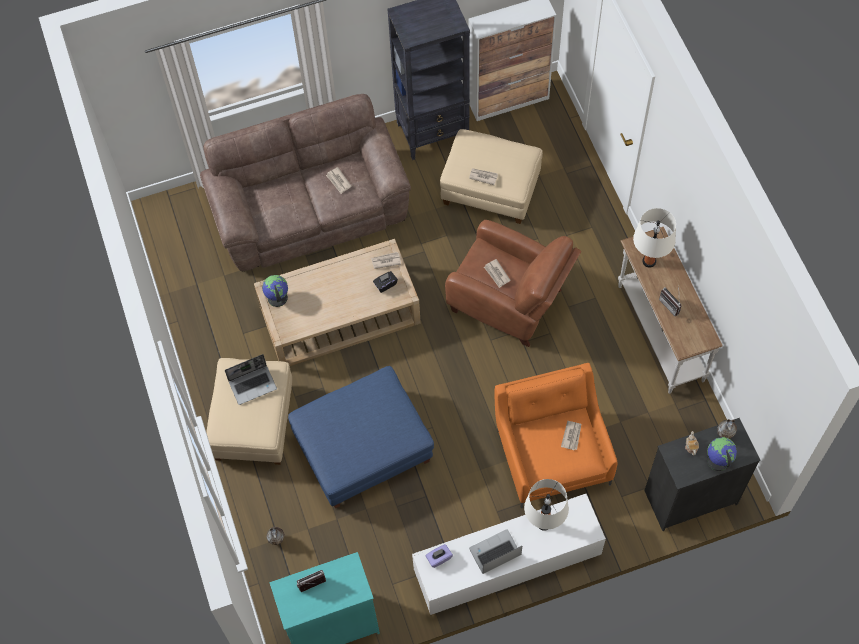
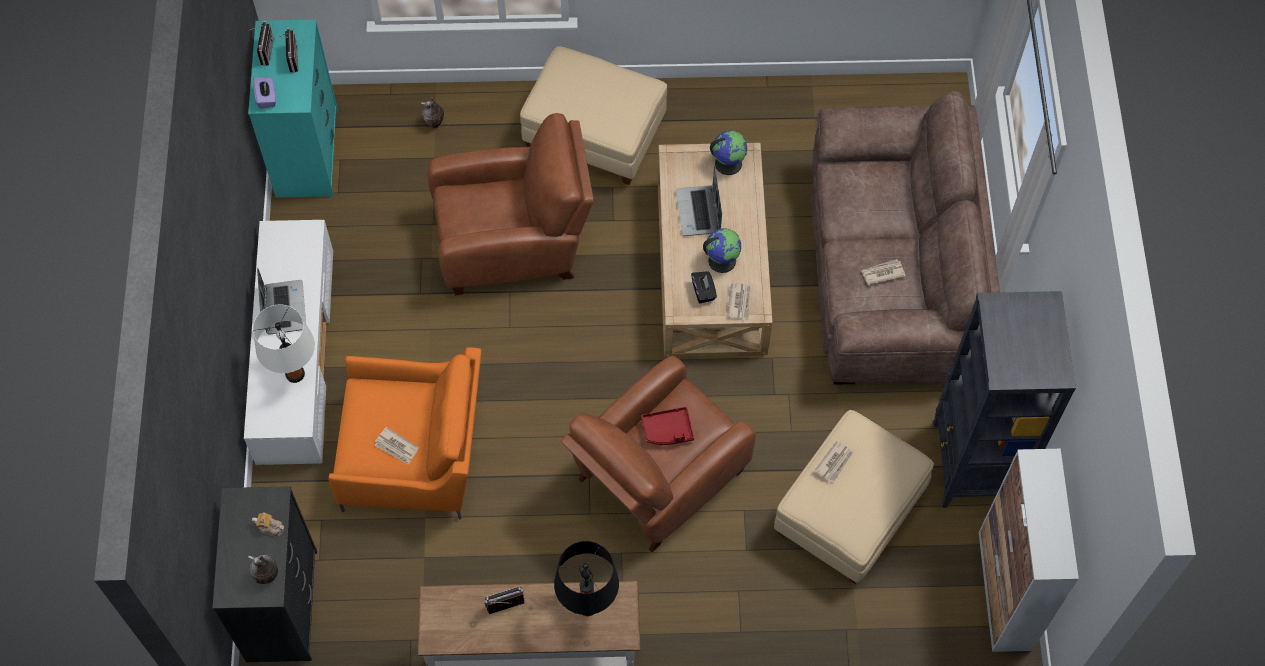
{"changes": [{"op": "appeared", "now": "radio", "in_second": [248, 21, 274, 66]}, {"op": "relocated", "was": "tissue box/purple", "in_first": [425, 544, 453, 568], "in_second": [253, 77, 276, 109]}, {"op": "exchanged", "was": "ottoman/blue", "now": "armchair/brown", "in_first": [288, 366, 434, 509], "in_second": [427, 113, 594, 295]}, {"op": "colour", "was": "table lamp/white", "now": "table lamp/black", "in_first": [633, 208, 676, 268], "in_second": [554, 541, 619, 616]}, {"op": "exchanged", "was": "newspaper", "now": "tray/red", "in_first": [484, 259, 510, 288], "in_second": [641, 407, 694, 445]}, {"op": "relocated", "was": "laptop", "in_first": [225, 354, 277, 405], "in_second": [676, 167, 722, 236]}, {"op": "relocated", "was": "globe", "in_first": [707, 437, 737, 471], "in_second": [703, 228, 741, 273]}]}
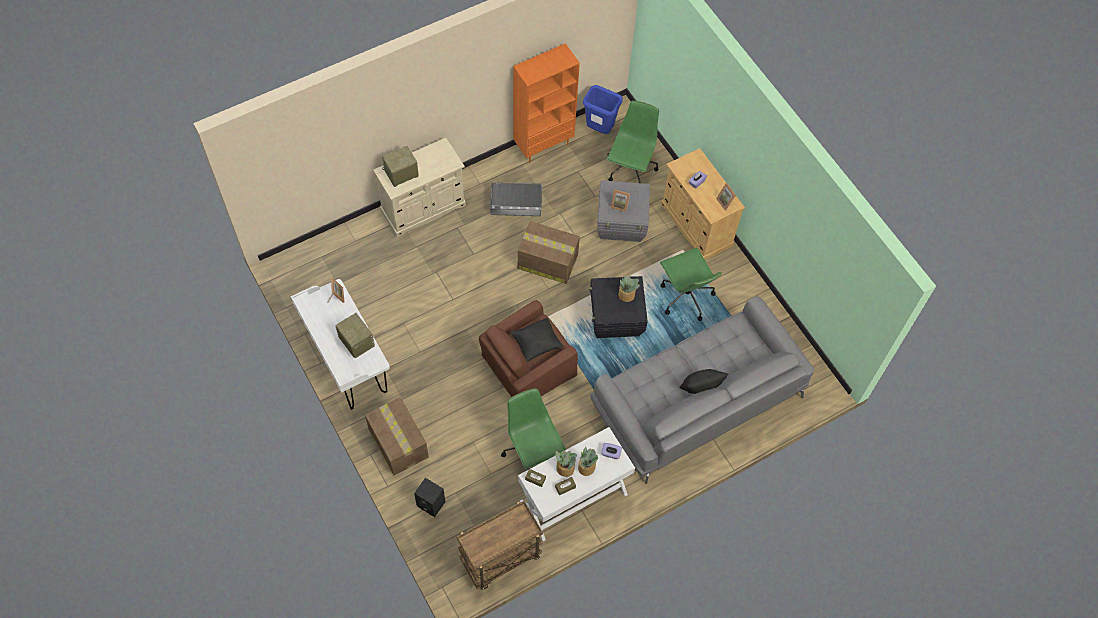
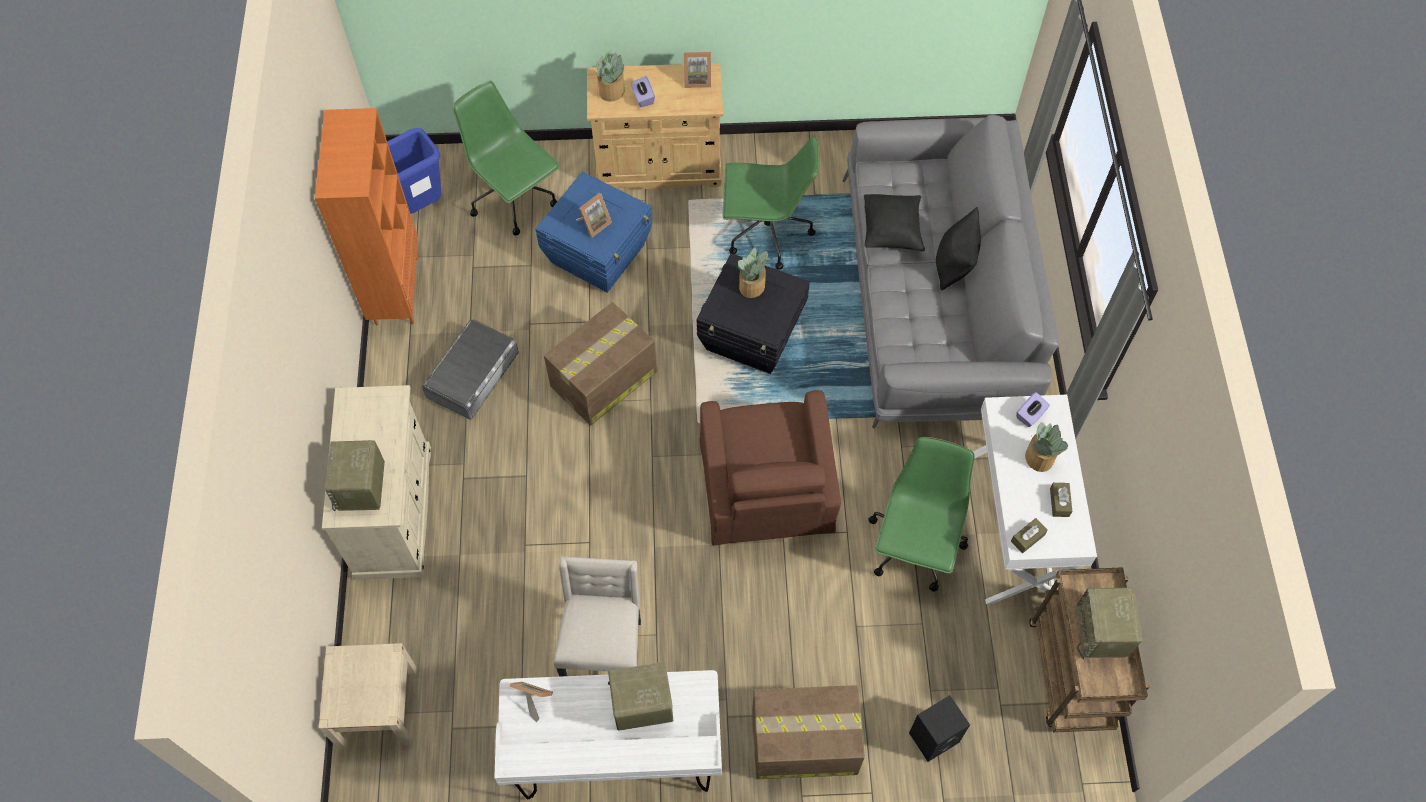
{"changes": [{"op": "appeared", "now": "nightstand/beige", "in_second": [319, 643, 416, 748]}, {"op": "colour", "was": "storage box/grey", "now": "storage box/blue", "in_first": [597, 180, 650, 242], "in_second": [535, 171, 652, 293]}, {"op": "appeared", "now": "chair/beige", "in_second": [554, 557, 641, 677]}, {"op": "relocated", "was": "potted plant", "in_first": [555, 451, 577, 477], "in_second": [592, 50, 625, 102]}, {"op": "relocated", "was": "pillow/black", "in_first": [511, 318, 563, 363], "in_second": [864, 194, 925, 251]}, {"op": "spun", "was": "office chair/green", "in_first": [501, 388, 566, 470], "in_second": [868, 437, 975, 591], "clockwise": 105}, {"op": "appeared", "now": "radio", "in_second": [1075, 587, 1142, 659]}]}
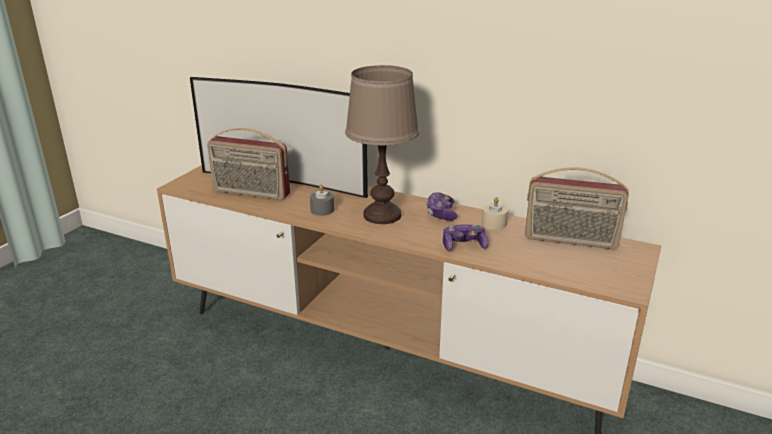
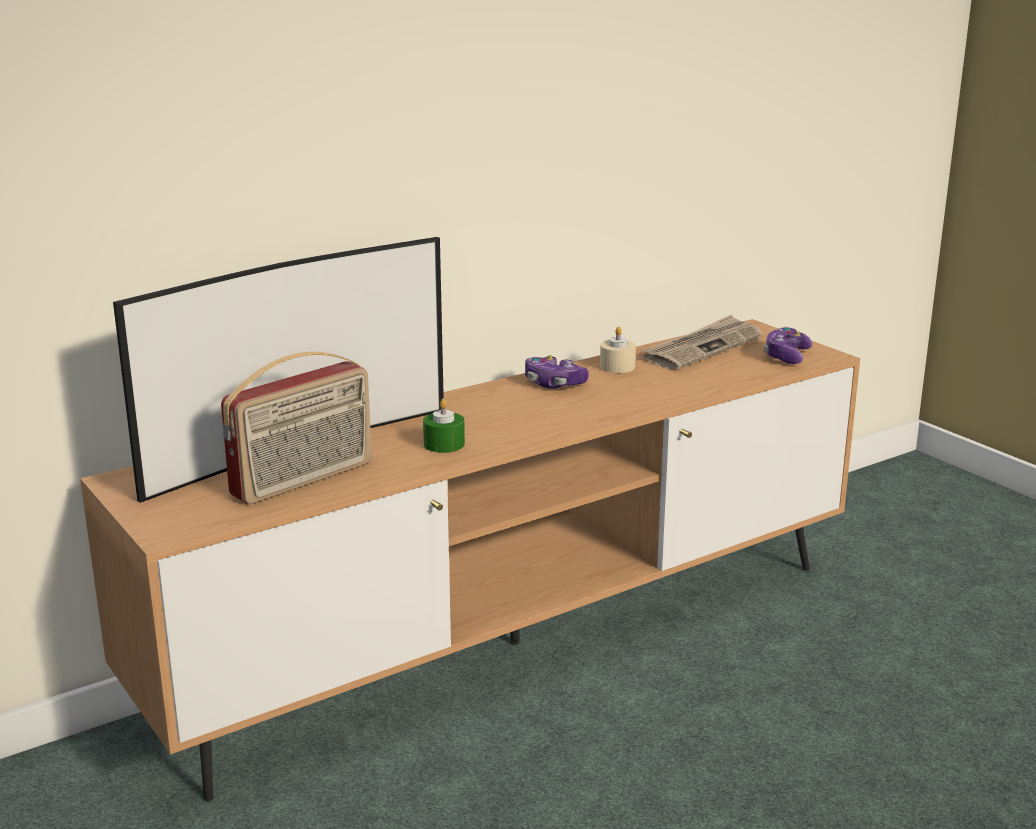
{"changes": [{"op": "colour", "was": "candle/grey", "now": "candle/green", "in_first": [310, 184, 334, 216], "in_second": [423, 399, 465, 453]}, {"op": "exchanged", "was": "radio", "now": "newspaper", "in_first": [525, 167, 629, 249], "in_second": [641, 315, 762, 370]}, {"op": "relocated", "was": "game controller", "in_first": [443, 224, 489, 251], "in_second": [764, 327, 813, 364]}, {"op": "missing", "was": "table lamp/brown", "in_first": [345, 65, 419, 224]}]}
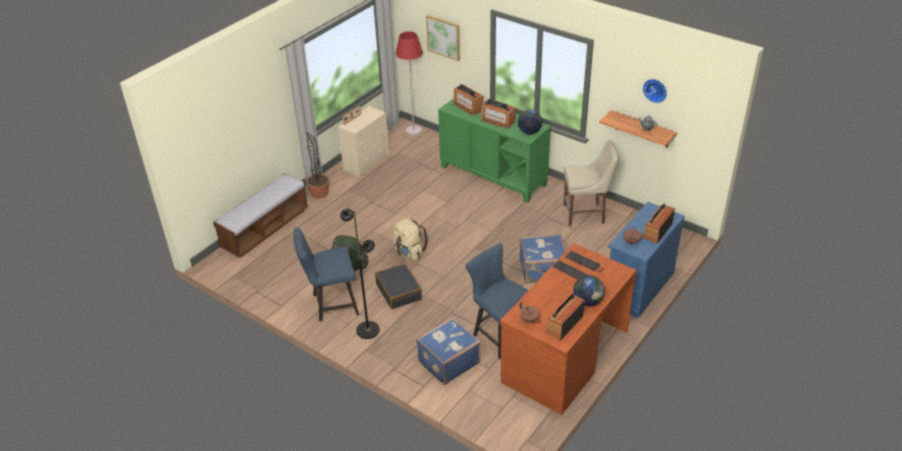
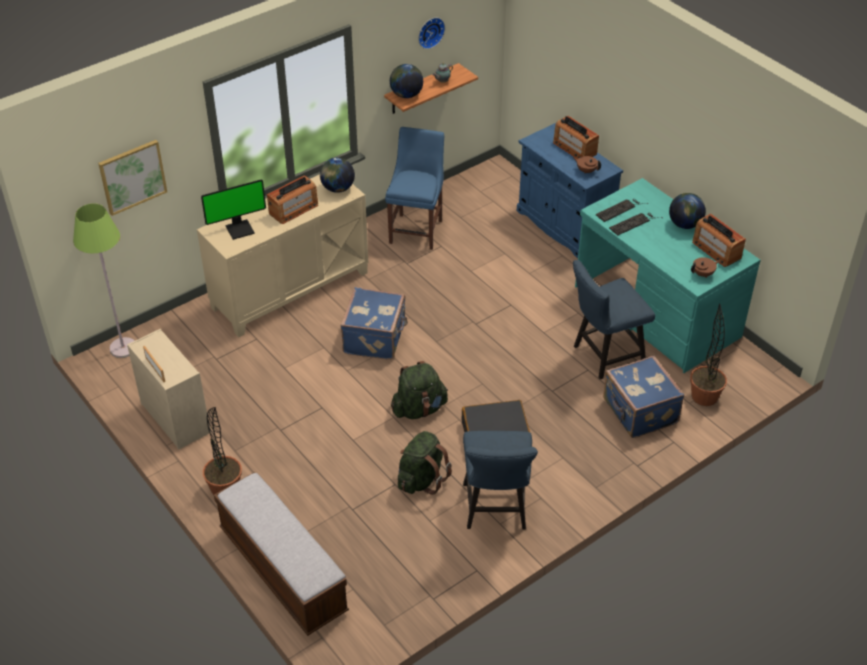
{"changes": [{"op": "colour", "was": "floor lamp/red", "now": "floor lamp/green", "in_first": [396, 31, 423, 135], "in_second": [73, 203, 134, 358]}, {"op": "colour", "was": "cabinet/green", "now": "cabinet/beige", "in_first": [438, 99, 551, 203], "in_second": [197, 174, 368, 337]}, {"op": "exchanged", "was": "radio", "now": "monitor", "in_first": [453, 84, 484, 116], "in_second": [201, 179, 266, 240]}, {"op": "relocated", "was": "suitcase/blue", "in_first": [520, 234, 566, 284], "in_second": [341, 287, 408, 360]}, {"op": "colour", "was": "chair/beige", "now": "chair/blue", "in_first": [564, 140, 619, 226], "in_second": [385, 127, 444, 250]}, {"op": "appeared", "now": "globe", "in_second": [390, 64, 423, 98]}, {"op": "colour", "was": "backpack/beige", "now": "backpack/green", "in_first": [393, 219, 428, 261], "in_second": [391, 361, 448, 419]}, {"op": "colour", "was": "desk/brown", "now": "desk/turquoise", "in_first": [500, 243, 637, 415], "in_second": [575, 178, 761, 373]}, {"op": "appeared", "now": "potted plant", "in_second": [690, 303, 727, 406]}, {"op": "missing", "was": "floor lamp/black", "in_first": [340, 208, 380, 339]}]}
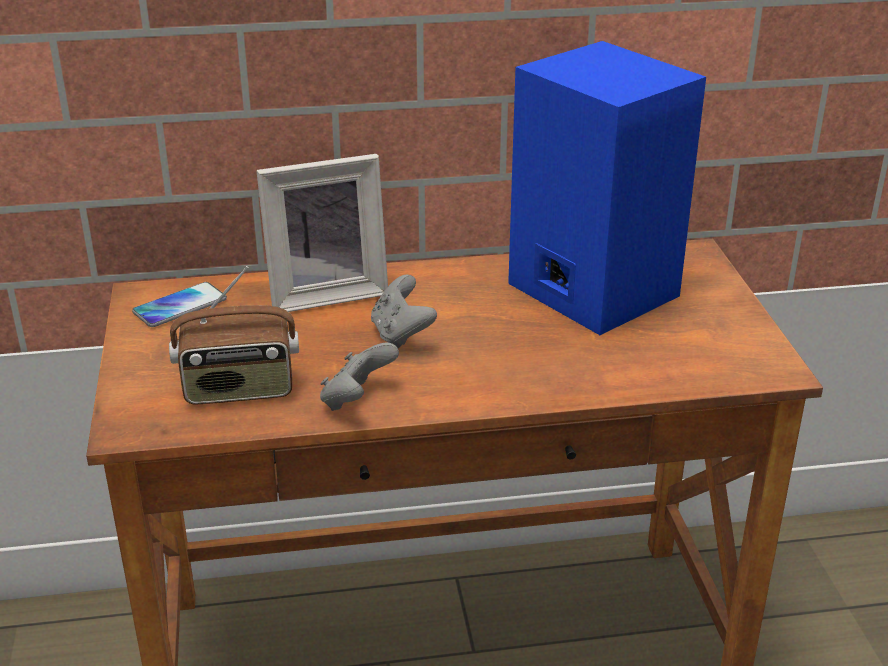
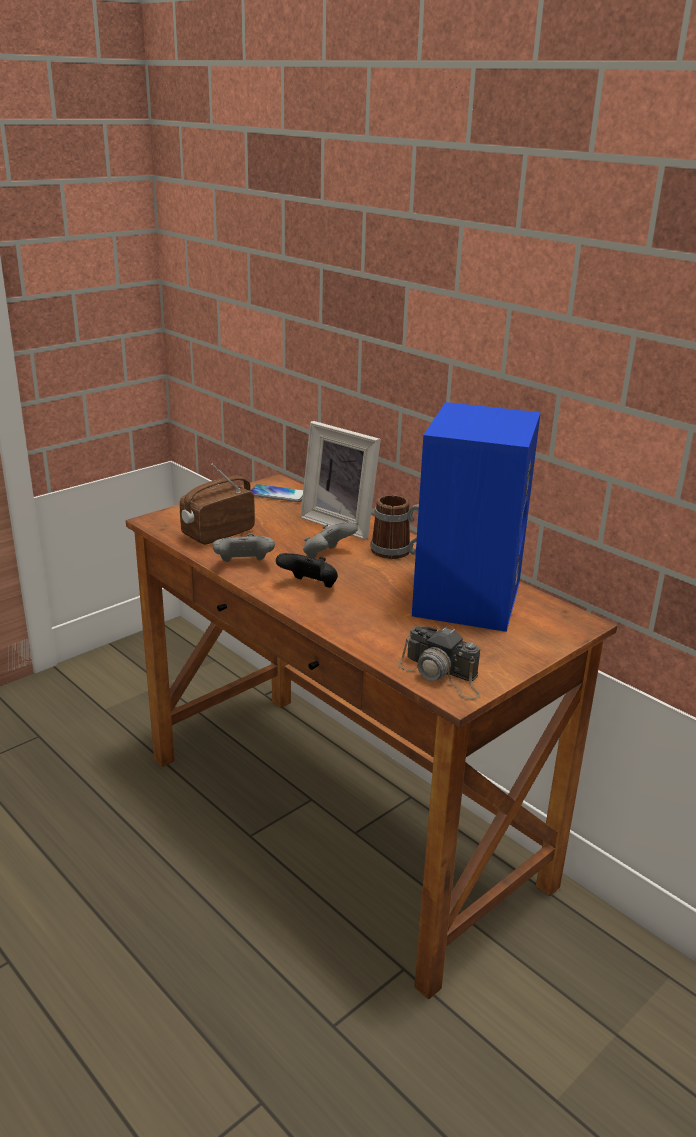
{"changes": [{"op": "spun", "was": "radio", "in_first": [169, 266, 299, 405], "in_second": [180, 463, 255, 545], "clockwise": 90}, {"op": "appeared", "now": "game controller/black", "in_second": [276, 553, 338, 588]}, {"op": "appeared", "now": "mug", "in_second": [370, 495, 419, 559]}, {"op": "appeared", "now": "photo camera", "in_second": [398, 626, 480, 700]}]}
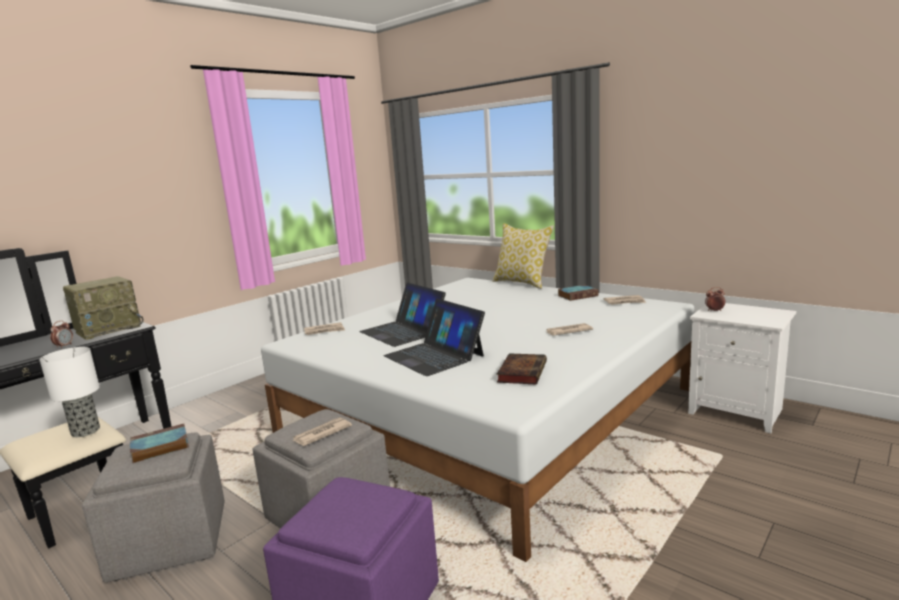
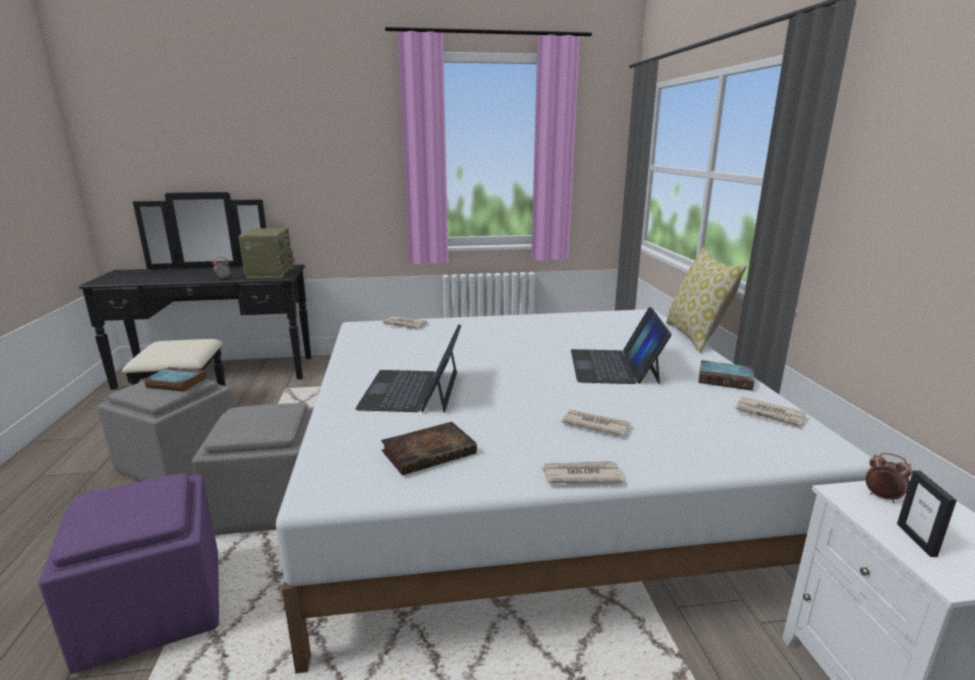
{"changes": [{"op": "spun", "was": "radio", "in_first": [63, 276, 144, 340], "in_second": [238, 228, 295, 279], "clockwise": -90}, {"op": "relocated", "was": "newspaper", "in_first": [292, 417, 352, 446], "in_second": [542, 461, 624, 483]}, {"op": "relocated", "was": "laptop", "in_first": [359, 282, 446, 347], "in_second": [571, 307, 672, 384]}, {"op": "appeared", "now": "picture frame", "in_second": [897, 470, 957, 557]}, {"op": "missing", "was": "table lamp", "in_first": [40, 347, 100, 437]}]}
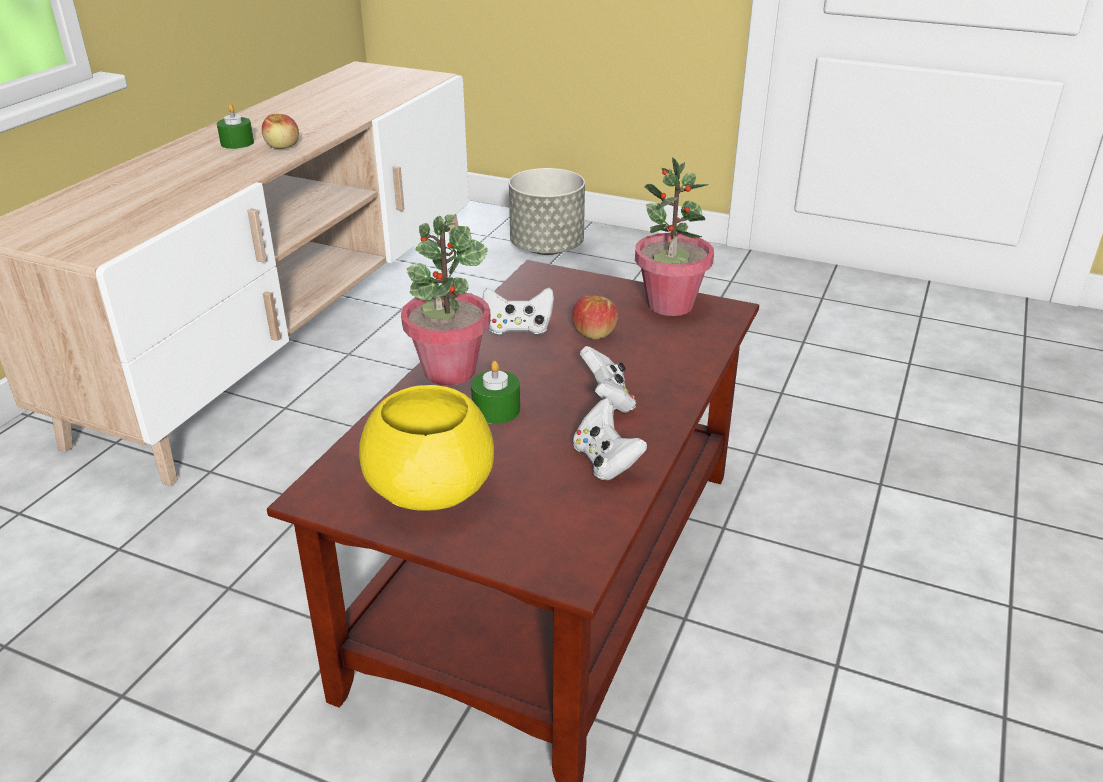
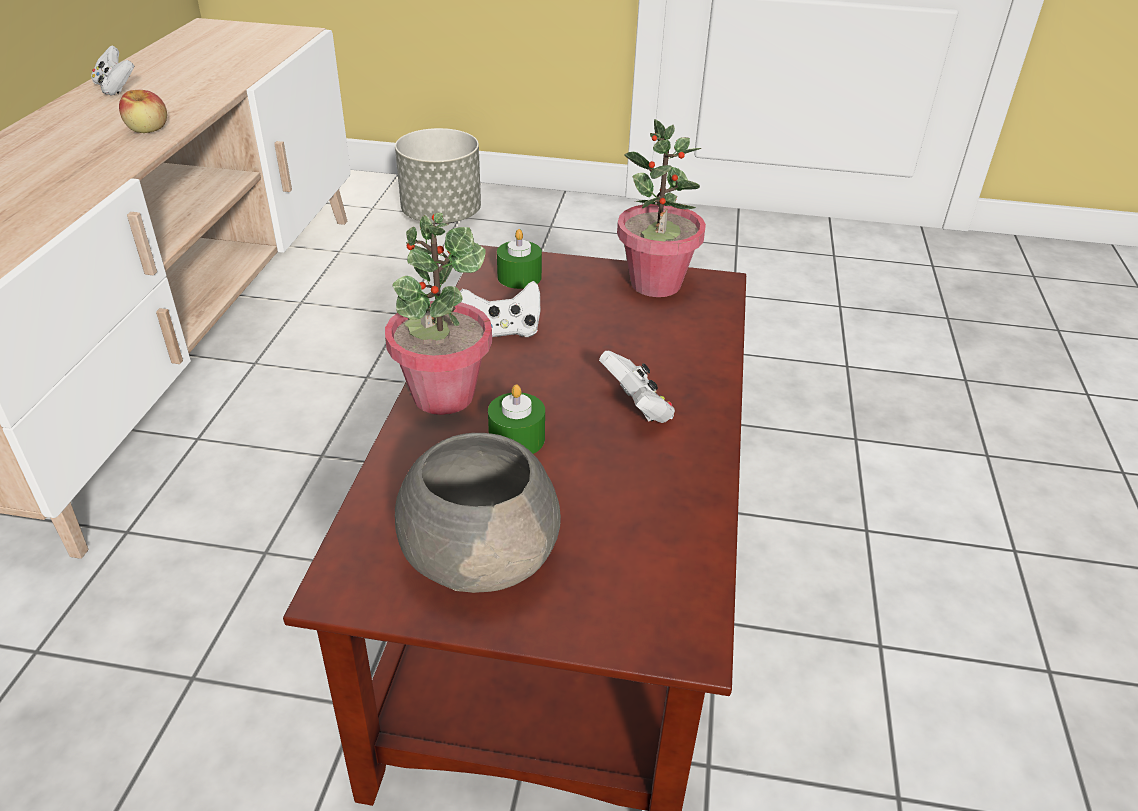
{"changes": [{"op": "relocated", "was": "game controller/white", "in_first": [573, 398, 647, 480], "in_second": [91, 46, 134, 96]}, {"op": "colour", "was": "bowl/yellow", "now": "bowl/grey", "in_first": [359, 385, 494, 511], "in_second": [395, 433, 561, 593]}, {"op": "relocated", "was": "candle/green", "in_first": [217, 104, 254, 149], "in_second": [497, 229, 542, 289]}, {"op": "missing", "was": "apple", "in_first": [572, 295, 618, 340]}]}
